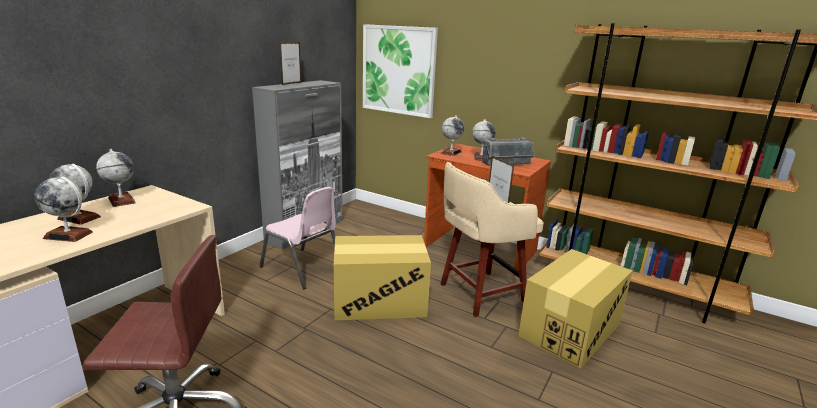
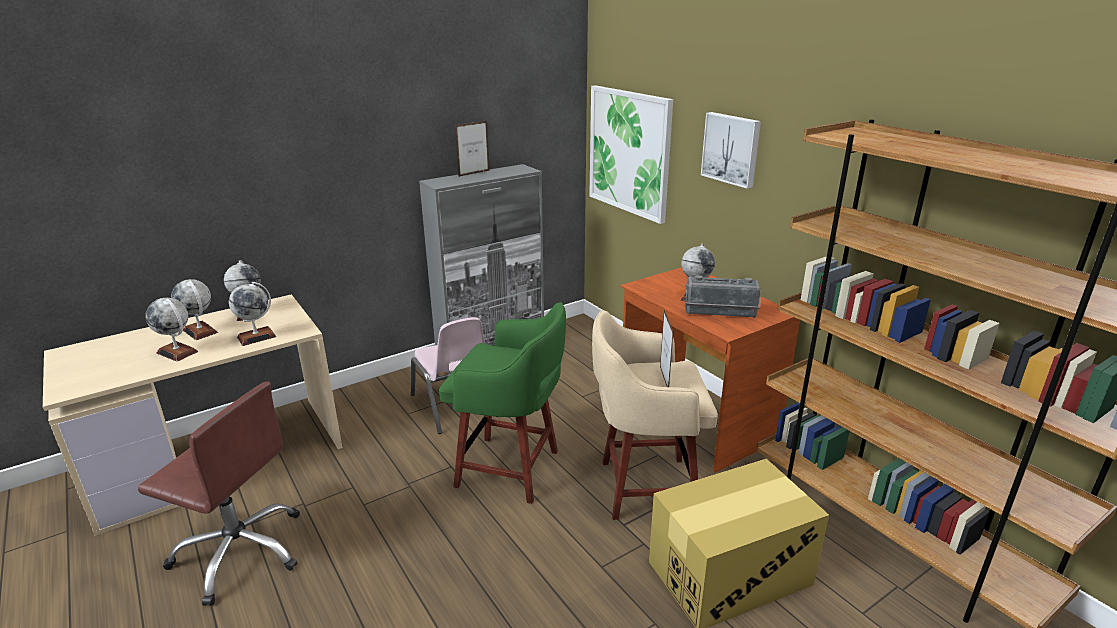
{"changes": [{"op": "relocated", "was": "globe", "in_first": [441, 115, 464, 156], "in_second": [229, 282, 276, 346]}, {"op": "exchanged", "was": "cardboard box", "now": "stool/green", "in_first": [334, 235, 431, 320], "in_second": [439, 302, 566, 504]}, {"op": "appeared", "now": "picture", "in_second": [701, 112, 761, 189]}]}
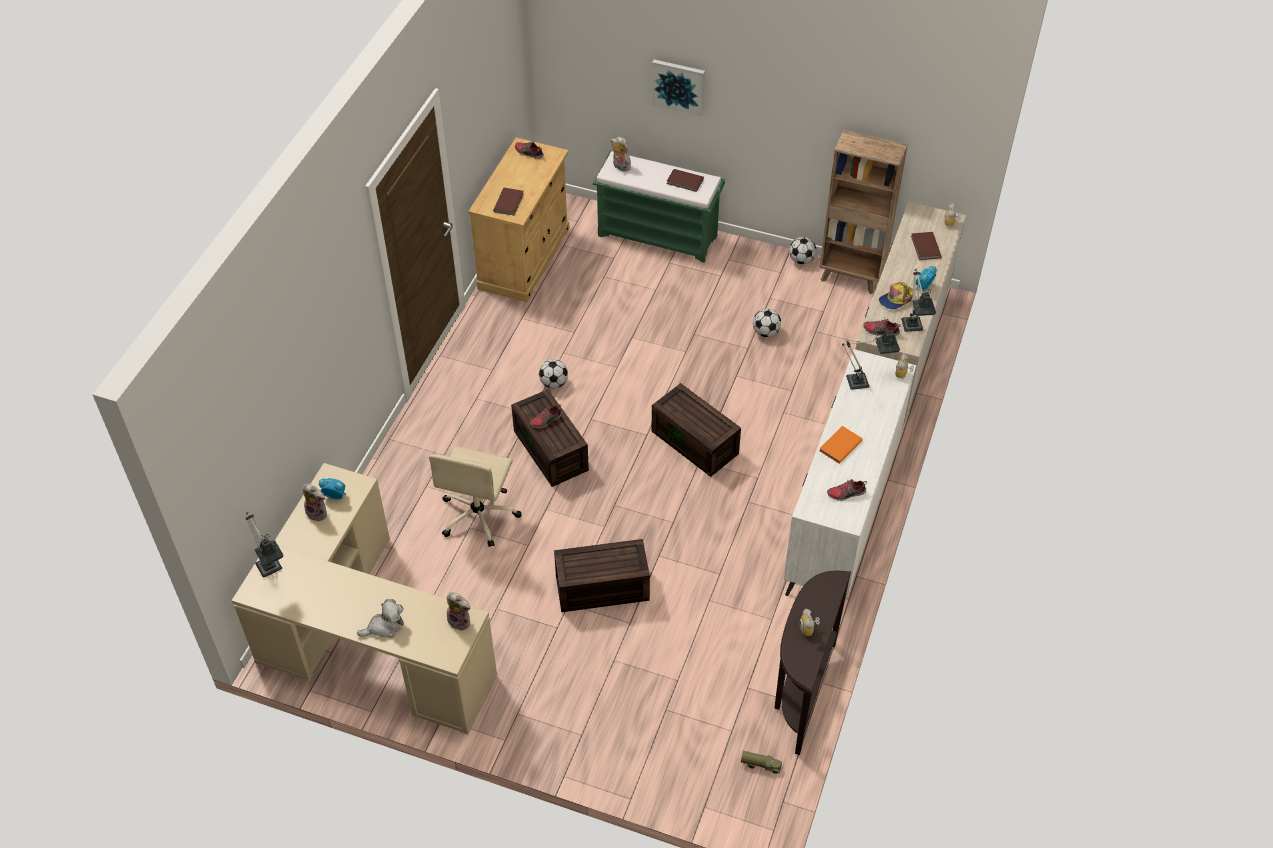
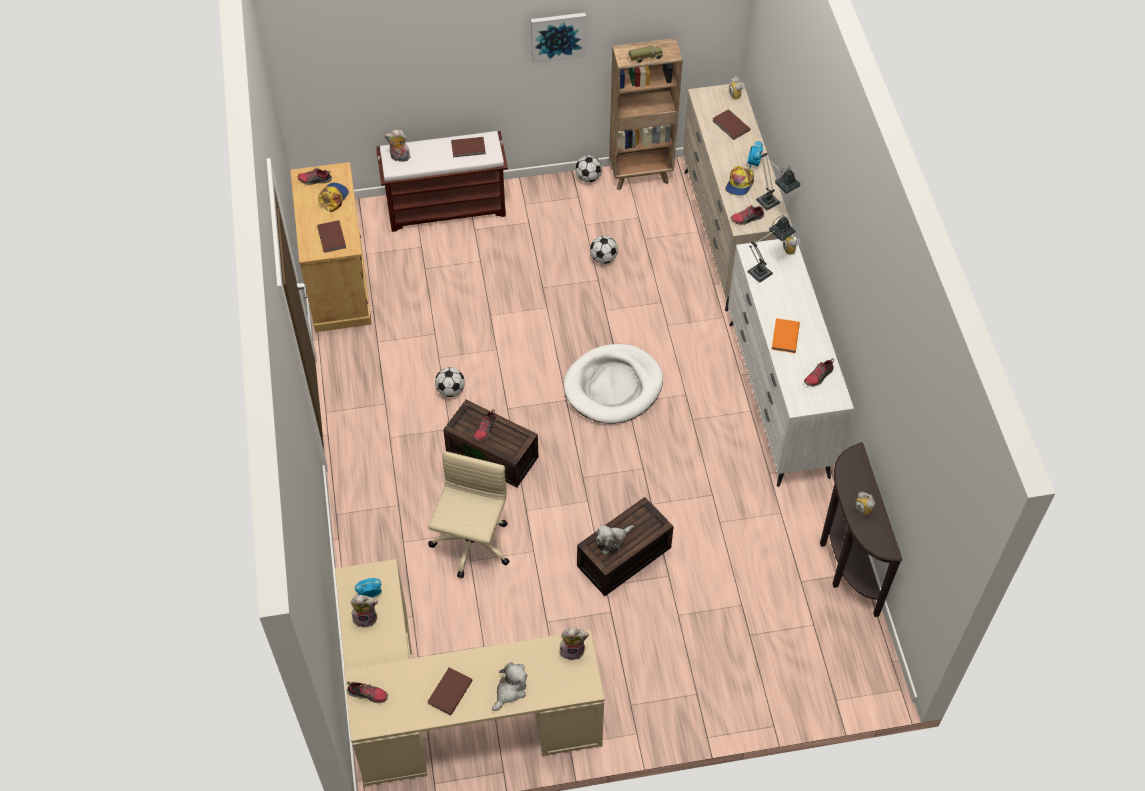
{"changes": [{"op": "appeared", "now": "cap", "in_second": [318, 183, 349, 212]}, {"op": "exchanged", "was": "table lamp", "now": "shoe", "in_first": [246, 512, 283, 578], "in_second": [347, 682, 388, 703]}, {"op": "colour", "was": "bench/green", "now": "bench/brown", "in_first": [593, 151, 725, 263], "in_second": [376, 131, 508, 232]}, {"op": "appeared", "now": "book/brown", "in_second": [427, 668, 473, 715]}, {"op": "spun", "was": "office chair/beige", "in_first": [429, 446, 521, 547], "in_second": [428, 451, 510, 578], "clockwise": -150}, {"op": "relocated", "was": "picture", "in_first": [652, 59, 705, 117], "in_second": [531, 13, 586, 64]}, {"op": "exchanged", "was": "storage box/brown", "now": "dog bed/white", "in_first": [652, 383, 741, 477], "in_second": [564, 344, 663, 424]}, {"op": "appeared", "now": "plush toy", "in_second": [596, 525, 634, 555]}, {"op": "relocated", "was": "toy truck", "in_first": [741, 751, 782, 774], "in_second": [629, 45, 663, 63]}]}
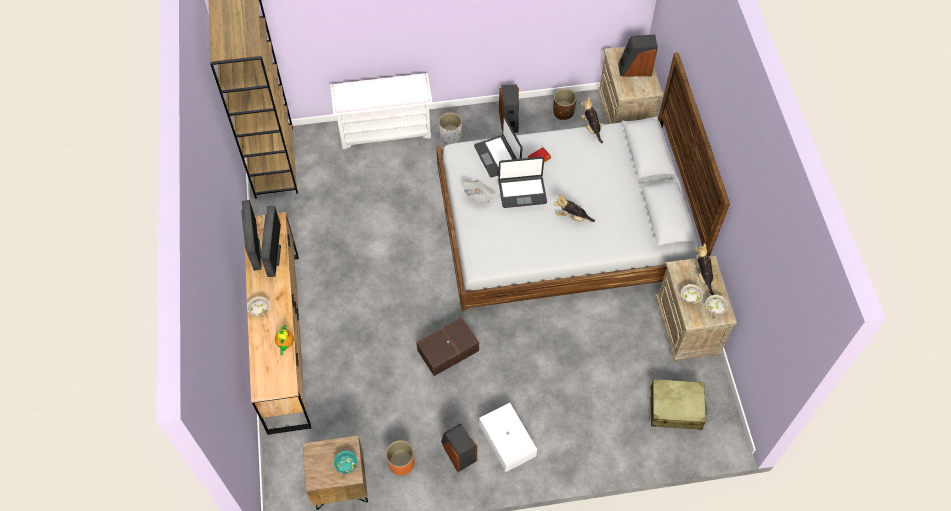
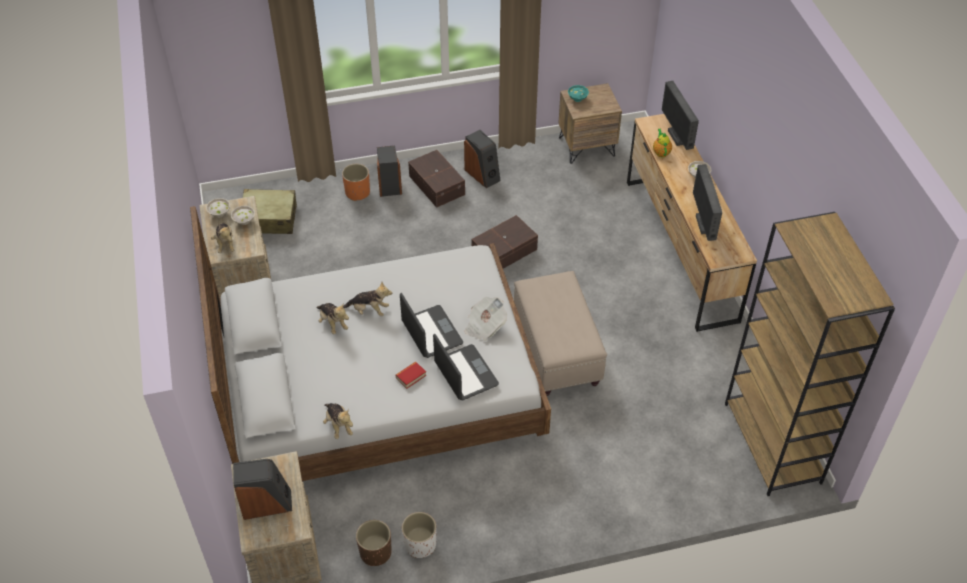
{"changes": [{"op": "appeared", "now": "plush toy", "in_second": [316, 303, 349, 334]}, {"op": "relocated", "was": "planter/orange", "in_first": [386, 440, 414, 475], "in_second": [342, 164, 370, 201]}, {"op": "relocated", "was": "speaker", "in_first": [499, 85, 519, 133], "in_second": [377, 145, 402, 197]}, {"op": "spun", "was": "laptop", "in_first": [498, 157, 547, 208], "in_second": [400, 293, 463, 358], "clockwise": 75}, {"op": "relocated", "was": "planter/white", "in_first": [439, 112, 462, 144], "in_second": [402, 512, 436, 558]}, {"op": "colour", "was": "storage box/white", "now": "storage box/brown", "in_first": [479, 403, 537, 472], "in_second": [408, 150, 465, 208]}, {"op": "appeared", "now": "ottoman/beige", "in_second": [514, 271, 607, 396]}, {"op": "relocated", "was": "monitor", "in_first": [241, 200, 262, 271], "in_second": [662, 81, 699, 150]}, {"op": "missing", "was": "bench/white", "in_first": [330, 73, 433, 149]}]}
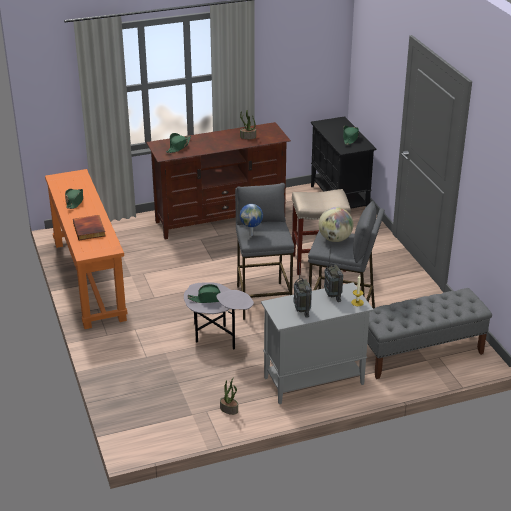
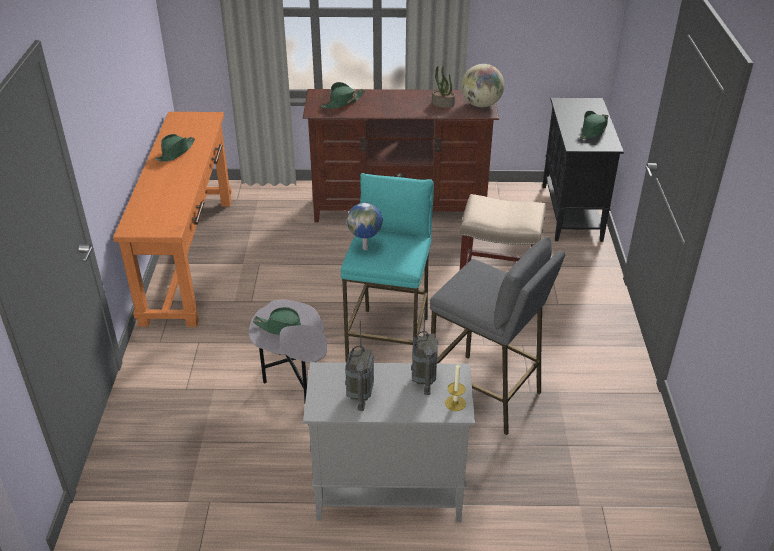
{"changes": [{"op": "colour", "was": "stool/grey", "now": "stool/turquoise", "in_first": [235, 183, 294, 320], "in_second": [341, 173, 434, 363]}, {"op": "relocated", "was": "globe", "in_first": [319, 207, 354, 242], "in_second": [461, 64, 504, 107]}, {"op": "missing", "was": "book", "in_first": [73, 215, 106, 240]}, {"op": "missing", "was": "potted plant", "in_first": [220, 377, 238, 415]}, {"op": "missing", "was": "bench/grey", "in_first": [367, 288, 492, 379]}]}
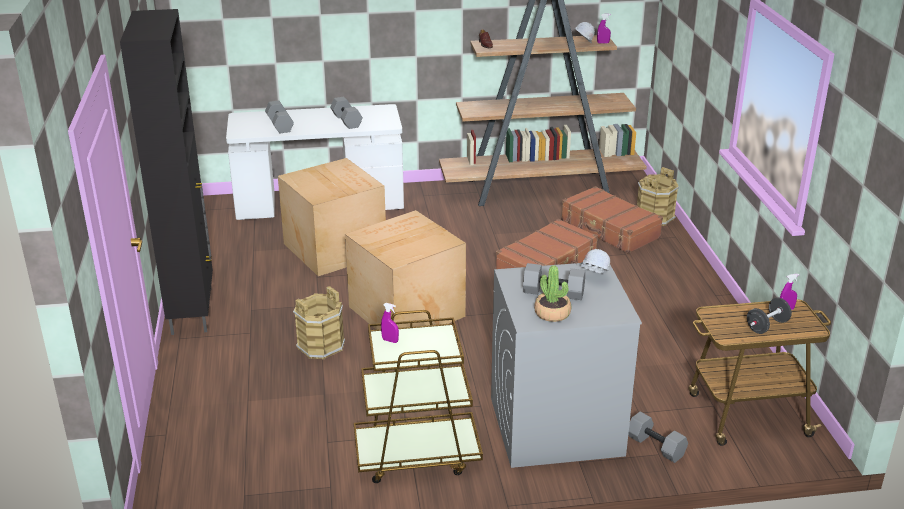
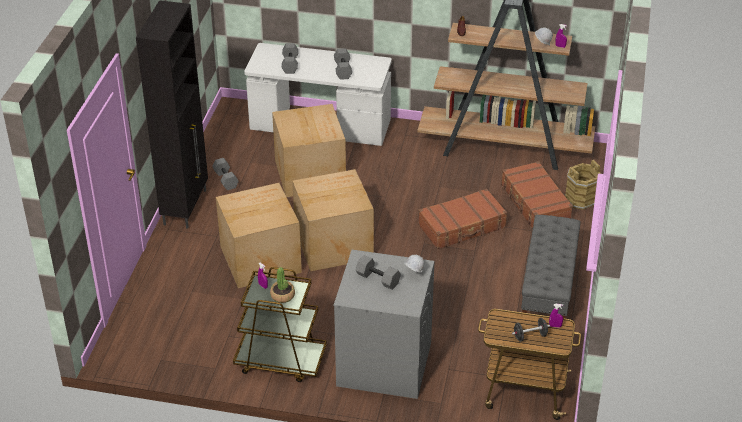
{"changes": [{"op": "relocated", "was": "dumbbell/grey", "in_first": [628, 411, 688, 463], "in_second": [212, 158, 239, 190]}, {"op": "exchanged", "was": "bucket/brown", "now": "cardboard box", "in_first": [293, 286, 345, 360], "in_second": [216, 183, 302, 288]}, {"op": "relocated", "was": "potted plant", "in_first": [534, 265, 571, 322], "in_second": [270, 267, 295, 303]}, {"op": "appeared", "now": "bench/grey", "in_second": [521, 215, 580, 319]}]}
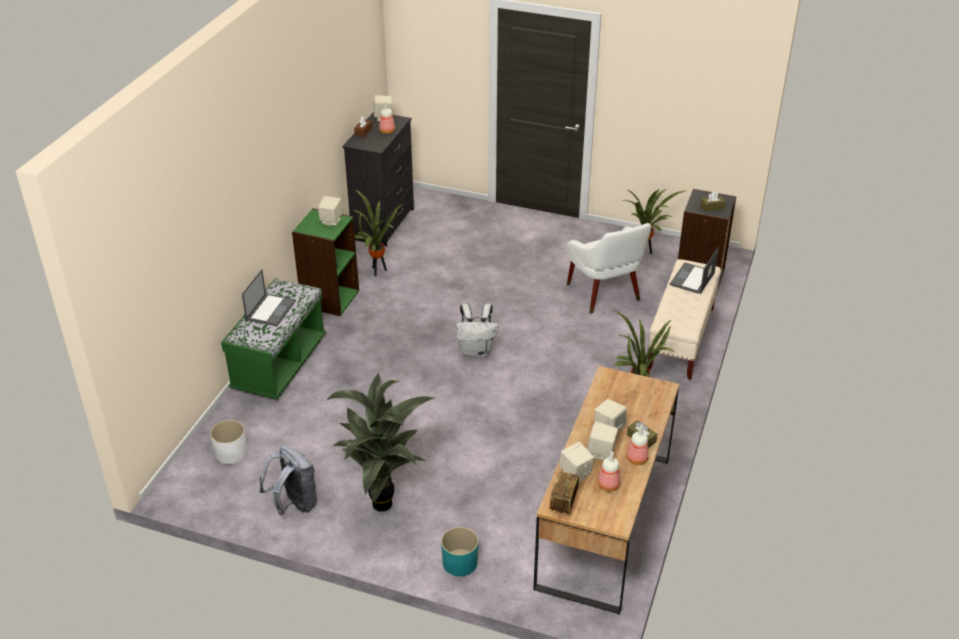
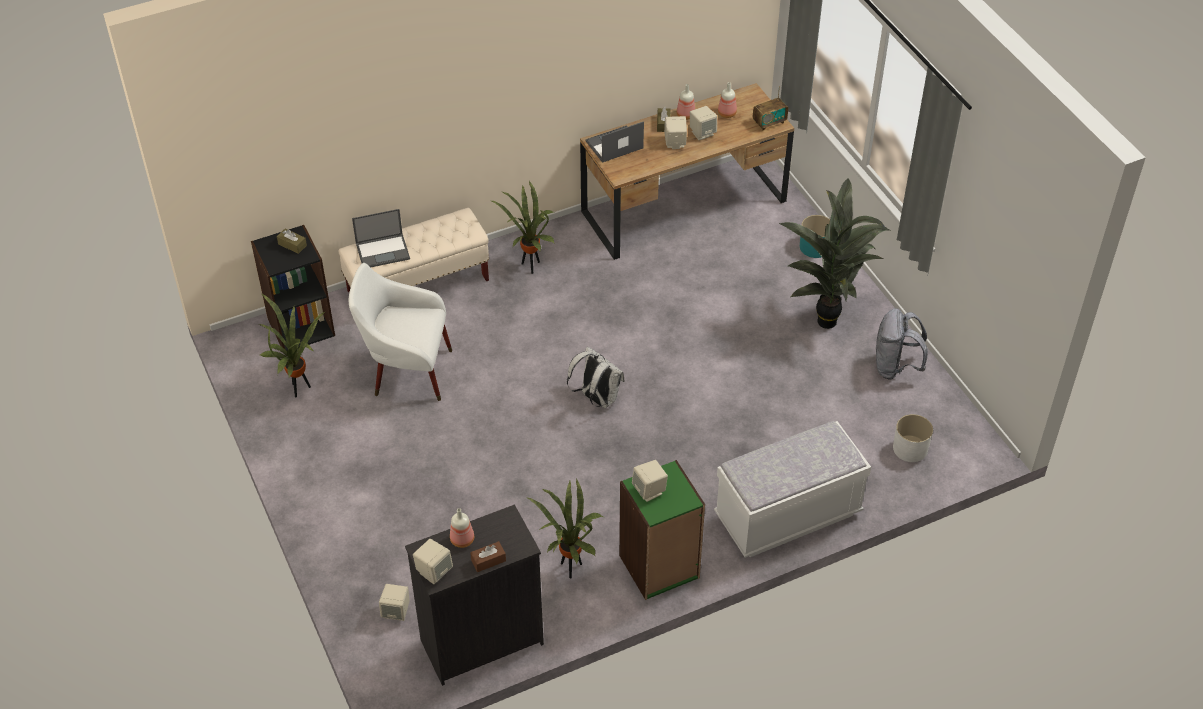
{"changes": [{"op": "spun", "was": "armchair/white", "in_first": [566, 223, 651, 314], "in_second": [349, 263, 452, 401], "clockwise": -105}, {"op": "relocated", "was": "speaker/beige", "in_first": [559, 442, 594, 482], "in_second": [379, 584, 410, 621]}, {"op": "relocated", "was": "laptop", "in_first": [242, 269, 296, 327], "in_second": [586, 121, 644, 163]}, {"op": "colour", "was": "bench/green", "now": "bench/white", "in_first": [221, 278, 326, 399], "in_second": [714, 421, 871, 558]}]}
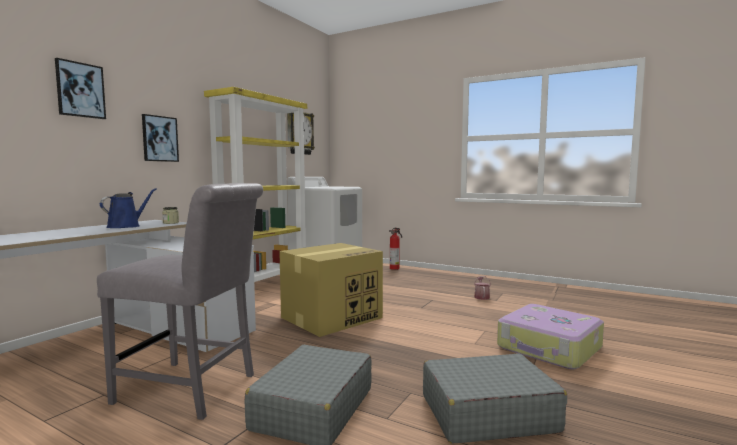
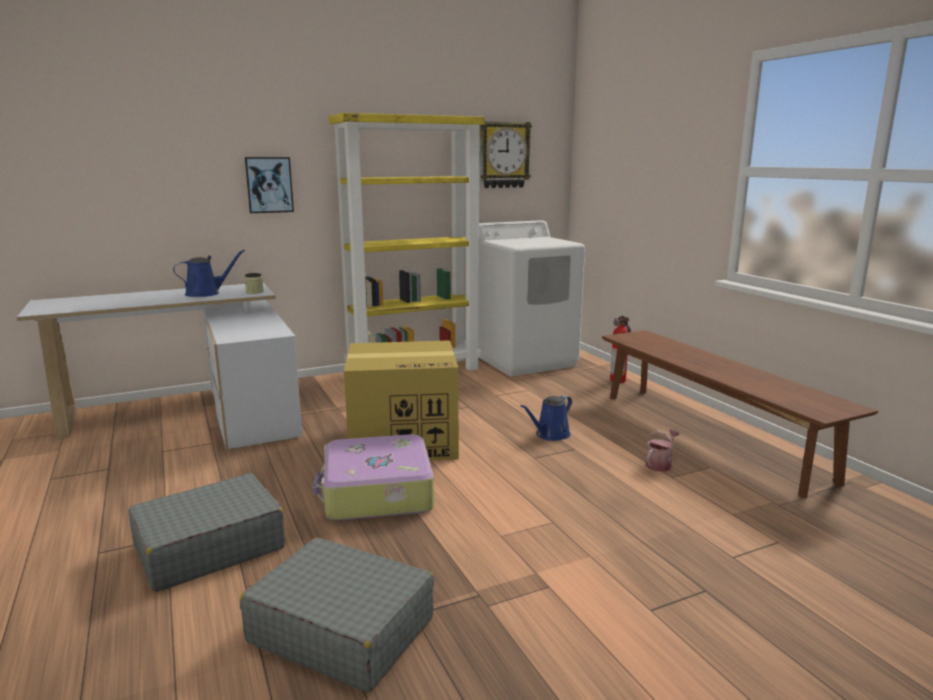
{"changes": [{"op": "relocated", "was": "suitcase", "in_first": [497, 304, 604, 370], "in_second": [313, 434, 434, 521]}, {"op": "appeared", "now": "watering can/blue", "in_second": [520, 395, 572, 441]}, {"op": "appeared", "now": "bench/brown", "in_second": [602, 330, 878, 498]}, {"op": "missing", "was": "picture", "in_first": [55, 58, 106, 119]}, {"op": "missing", "was": "chair/grey", "in_first": [97, 183, 263, 420]}]}
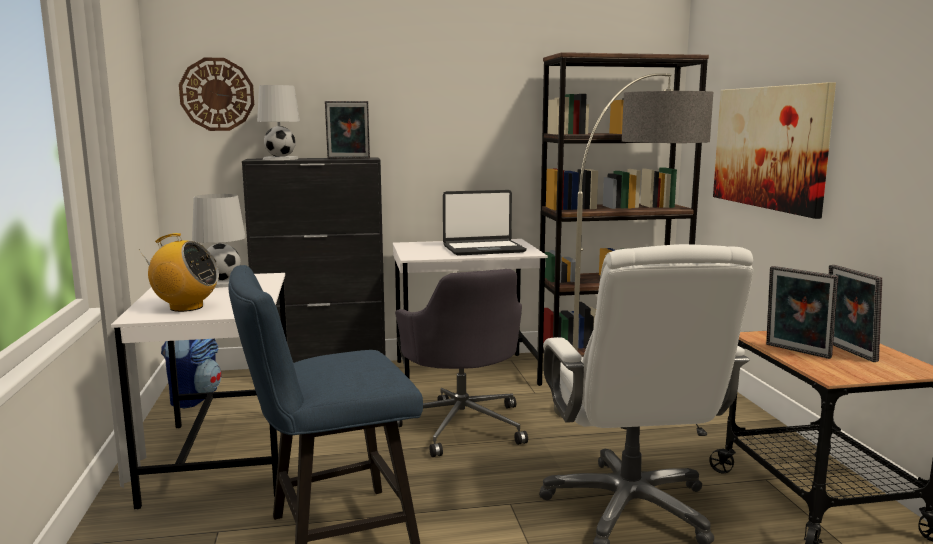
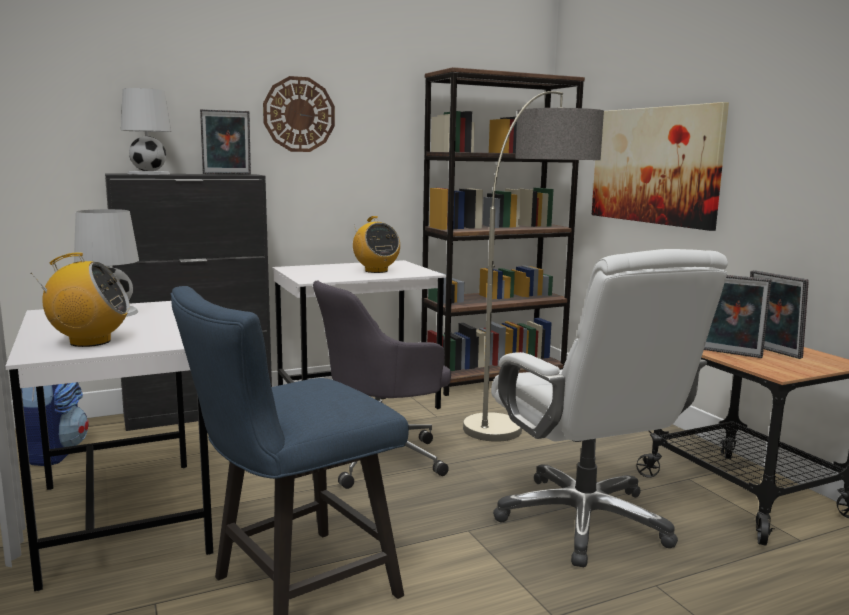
{"changes": [{"op": "relocated", "was": "wall clock", "in_first": [179, 58, 254, 131], "in_second": [263, 76, 335, 152]}, {"op": "spun", "was": "office chair/grey", "in_first": [395, 269, 528, 457], "in_second": [313, 281, 451, 489], "clockwise": 90}, {"op": "exchanged", "was": "laptop", "now": "radio", "in_first": [443, 190, 527, 256], "in_second": [353, 216, 400, 273]}]}
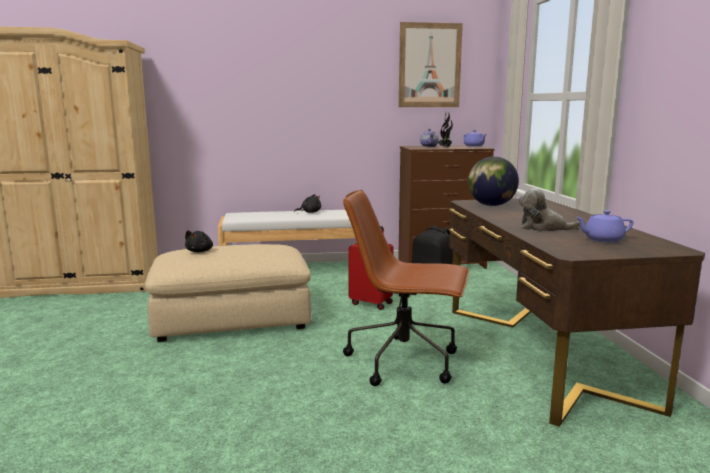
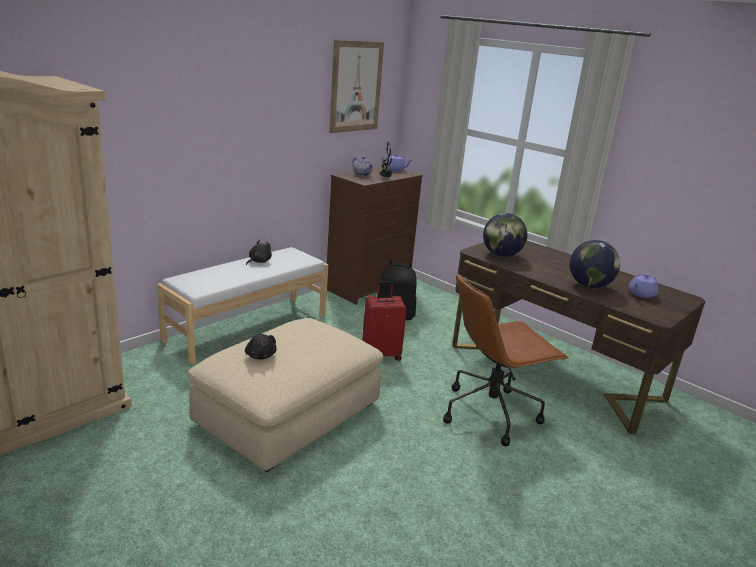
{"changes": [{"op": "exchanged", "was": "plush toy", "now": "globe", "in_first": [519, 188, 580, 231], "in_second": [570, 240, 620, 288]}]}
